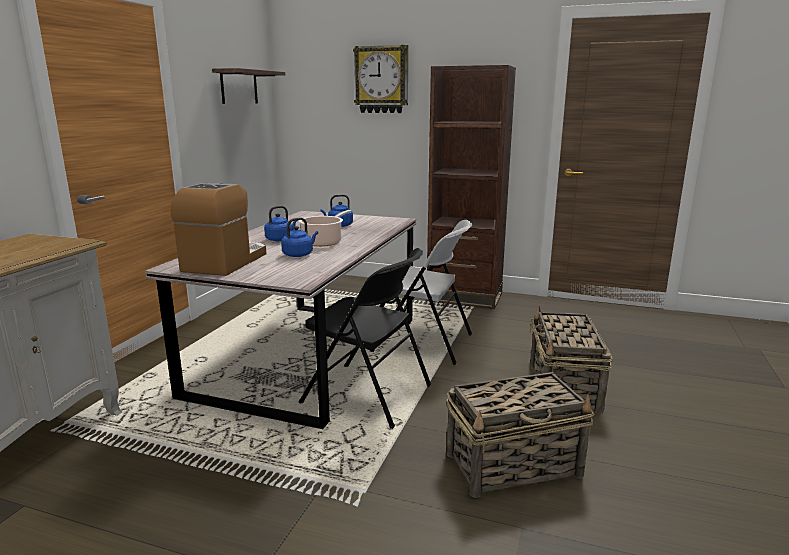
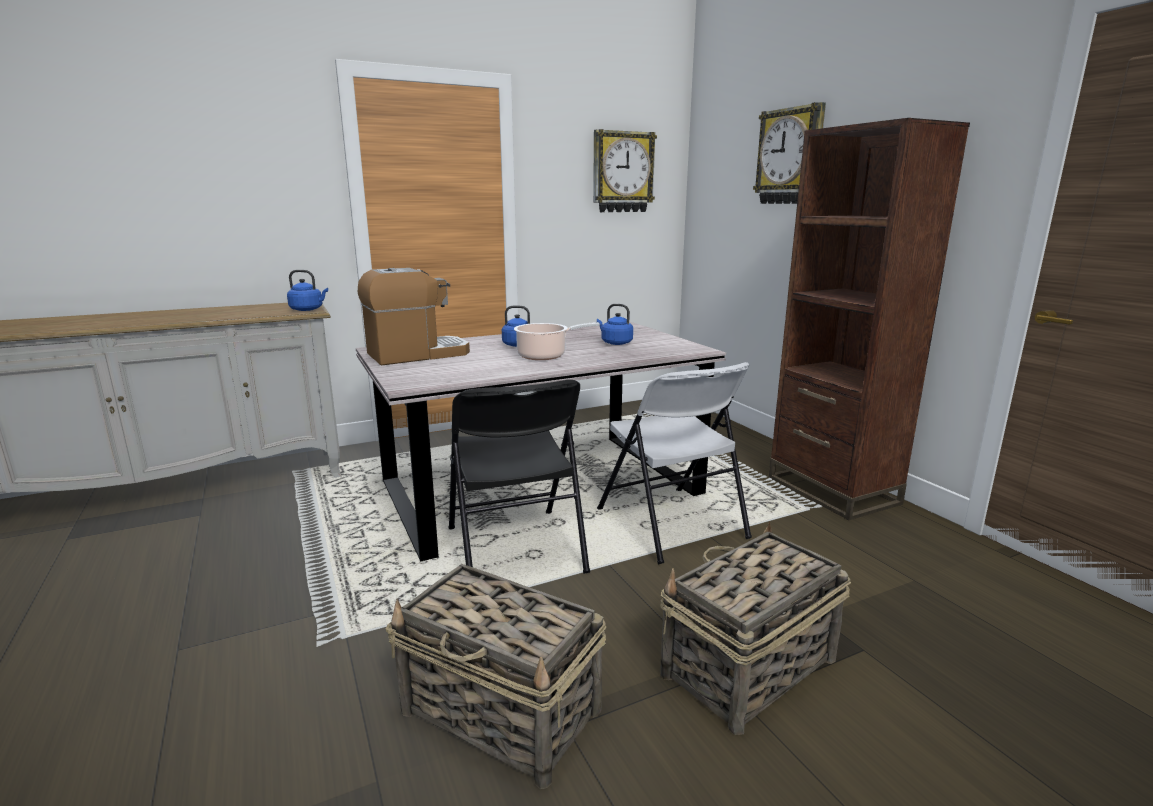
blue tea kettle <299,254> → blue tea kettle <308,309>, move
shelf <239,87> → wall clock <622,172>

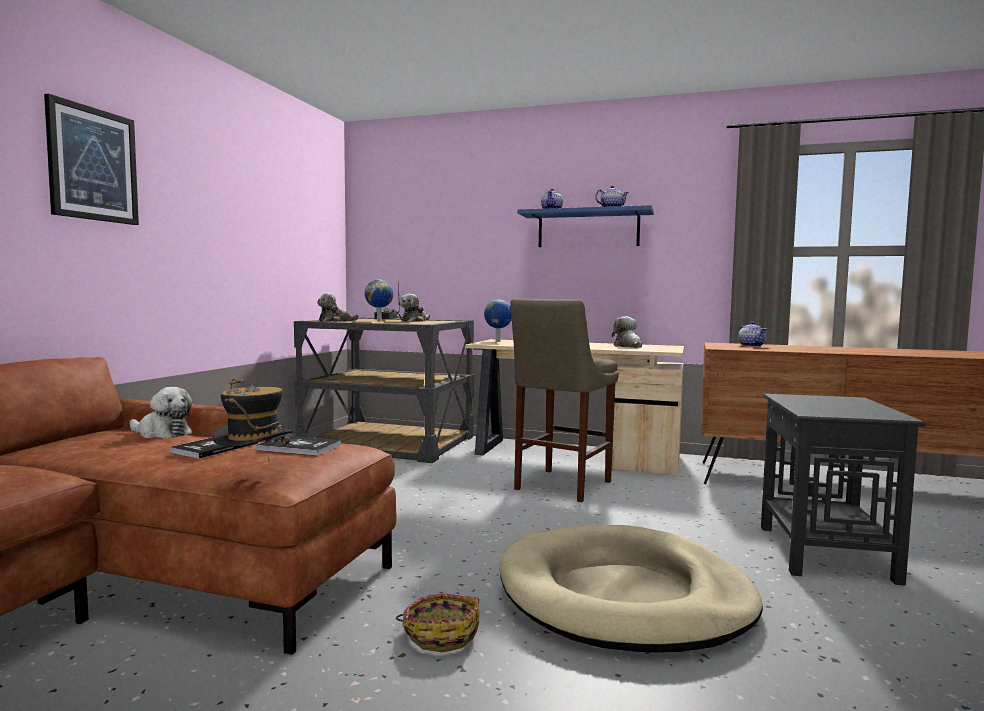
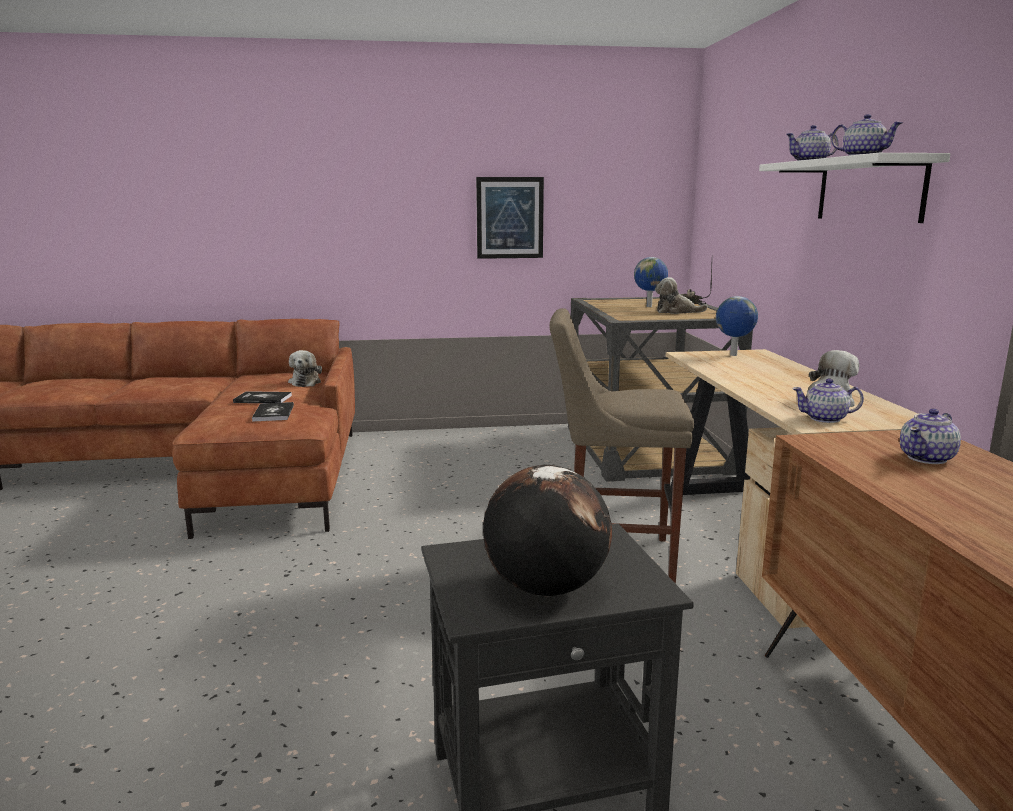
hat <254,474> → -
soft toy <335,321> → -
household basket <441,634> → -
beige dog bed <624,596> → -
- → globe <545,588>
- → tea pot <825,419>
picture <93,164> → picture <509,218>, move
blue shelf <588,229> → white shelf <869,190>

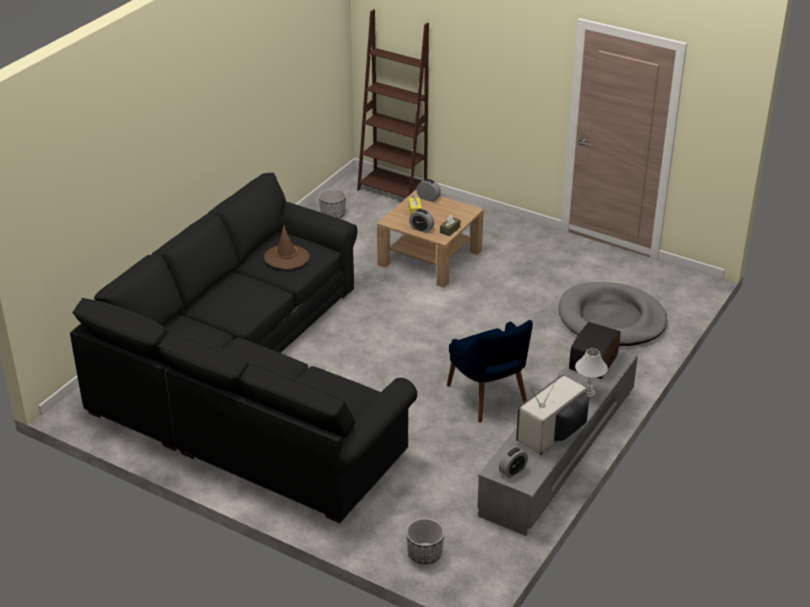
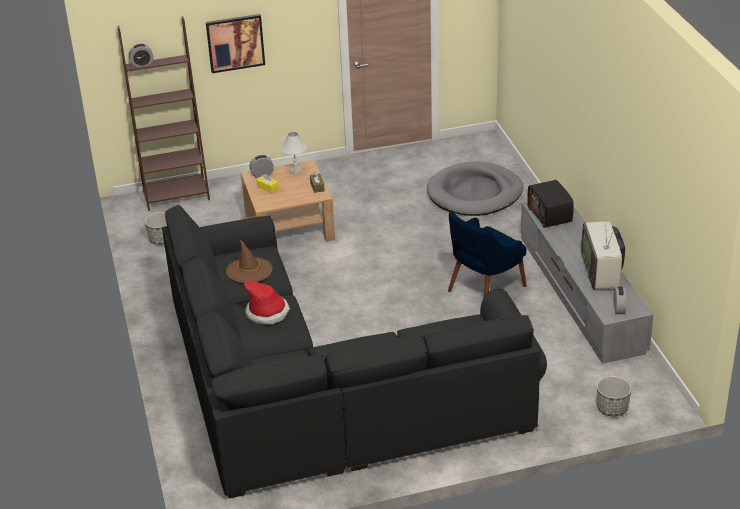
- → picture <235,42>
- → hat <267,312>
table clock <421,229> → table clock <142,64>, move
white lamp for a table <588,394> → white lamp for a table <295,171>, move
blue lounge chair <488,397> → blue lounge chair <485,289>, 120 degrees clockwise

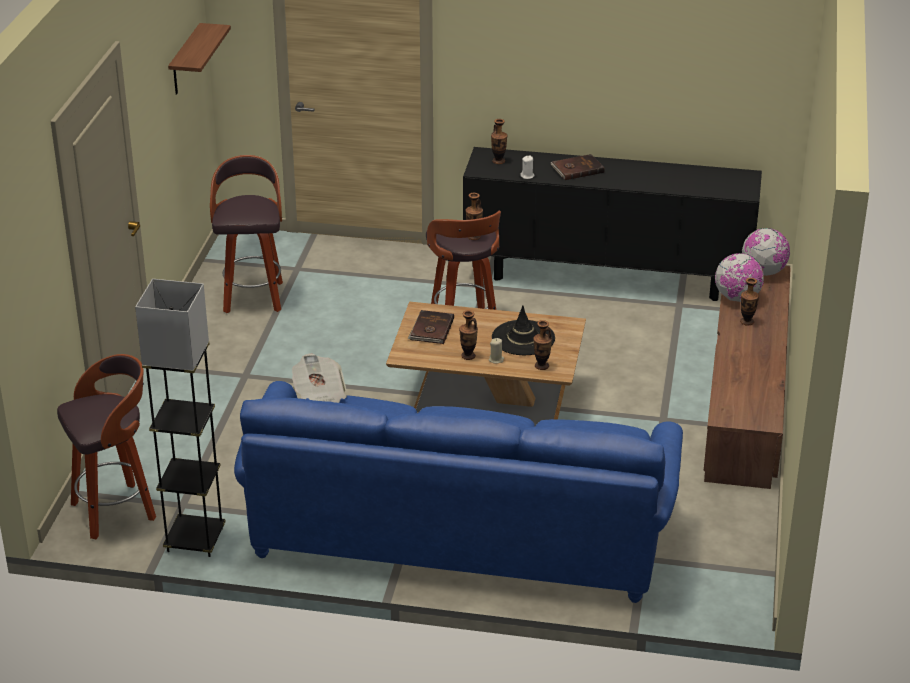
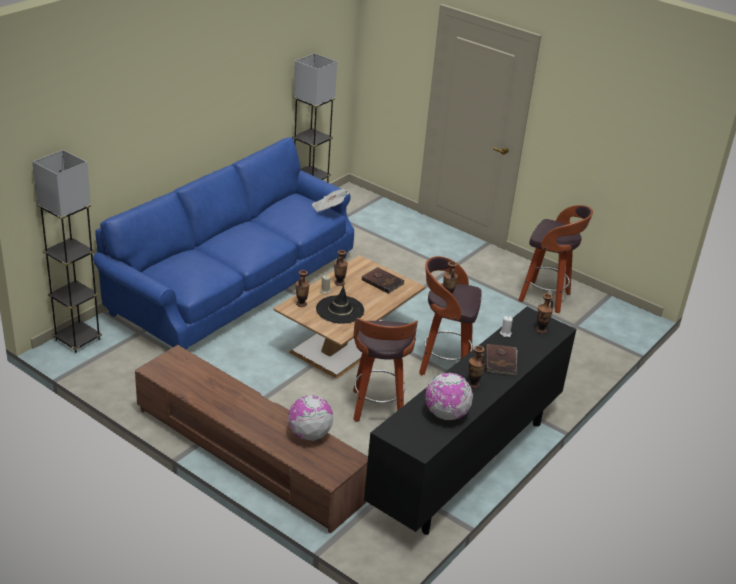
shelf <185,60> → -
- → gray standard lamp <77,339>
stool seat <116,511> → stool seat <378,408>, move
decorative vase <747,322> → decorative vase <473,384>, move
globe <764,272> → globe <446,414>, move

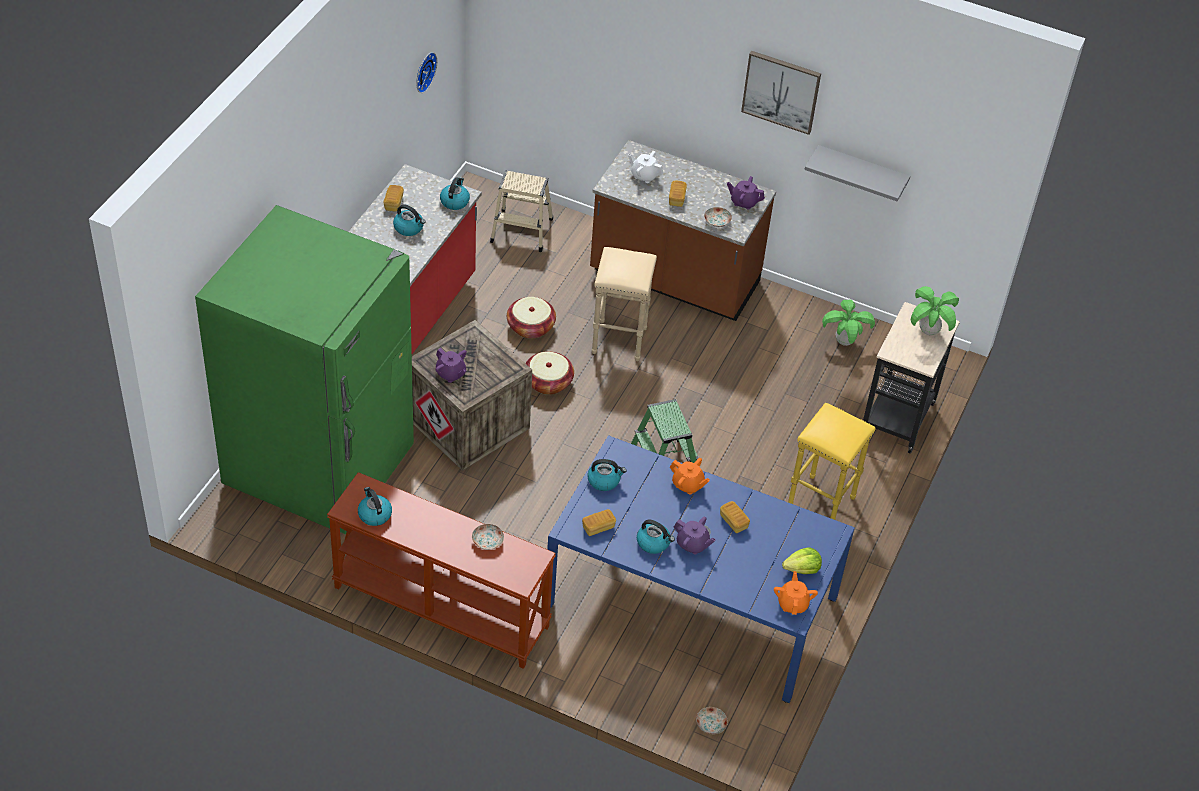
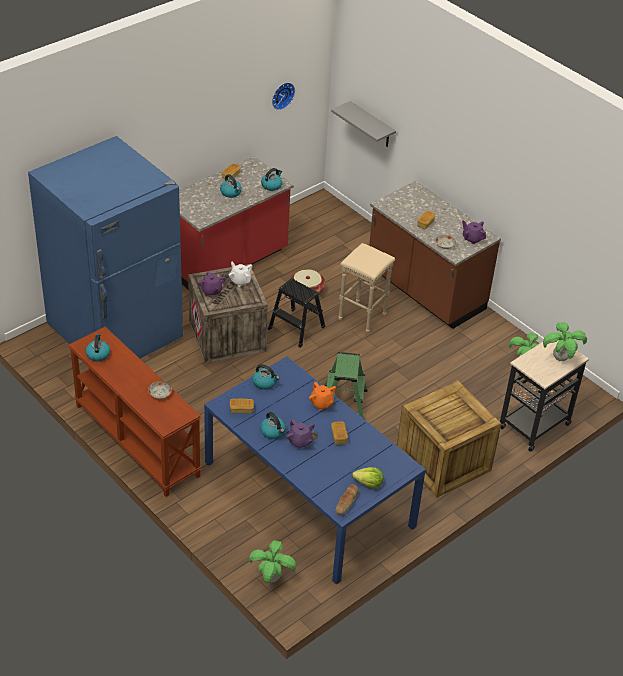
beige step stool <522,229> → -
picture <781,91> → -
white tea pot <644,175> → white tea pot <240,281>, move
gray shelf <861,173> → gray shelf <372,125>, move
household basket <548,382> → black step stool <297,328>
plate <710,724> → potted plant <271,578>
orange-coloured tea pot <793,603> → baked bread <347,503>
yellow stool seat <821,503> → packing crate <443,462>
green-coloured kitchen fridge <320,464> → blue kitchen fridge <116,331>

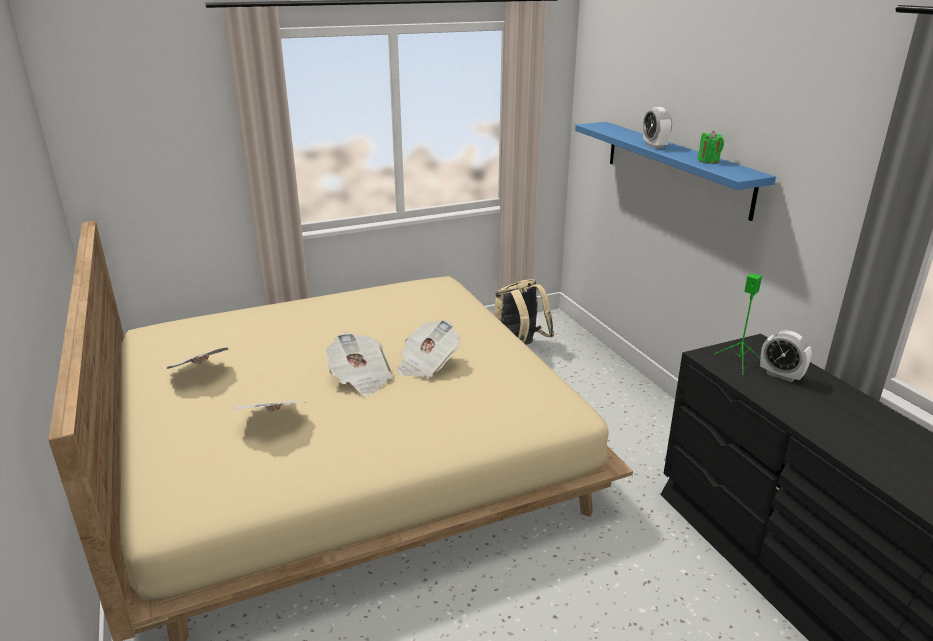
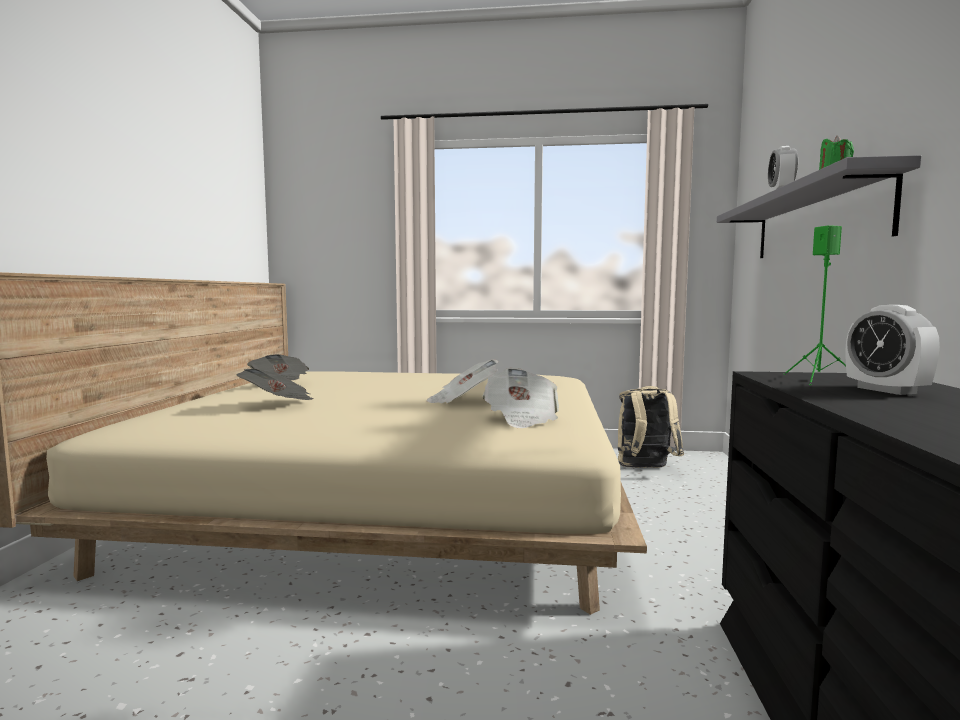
printed paper <360,379> → printed paper <521,419>, move
blue shelf <675,167> → gray shelf <815,221>

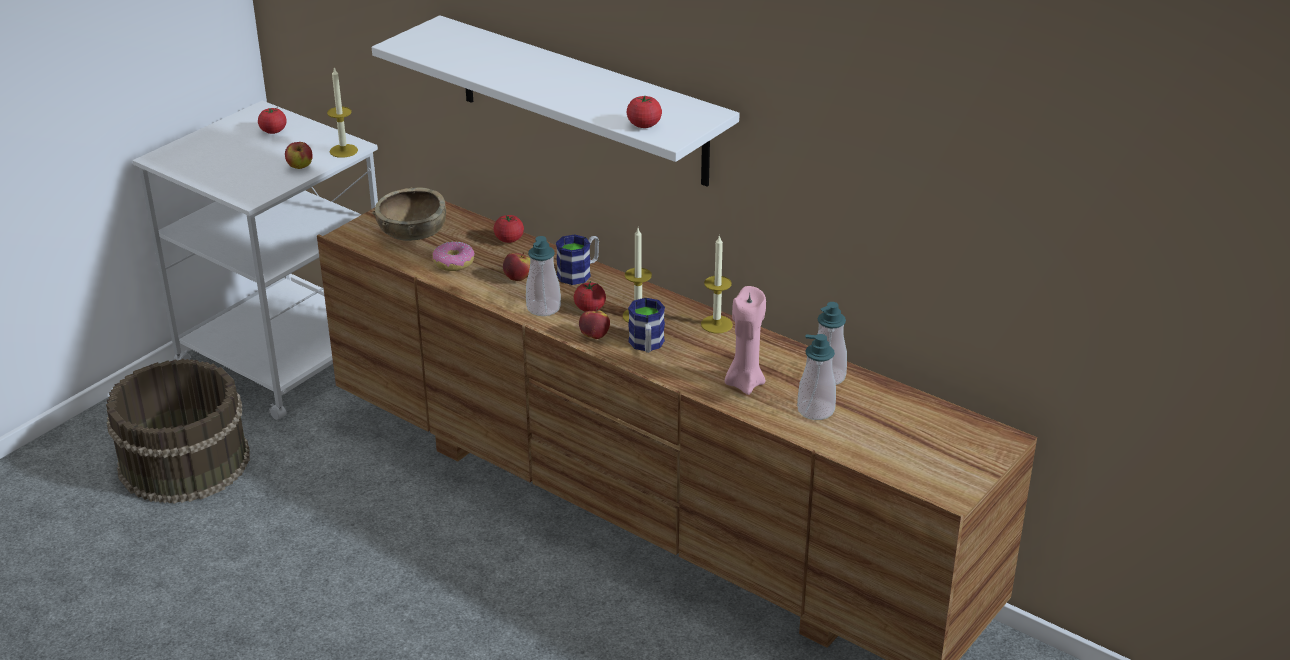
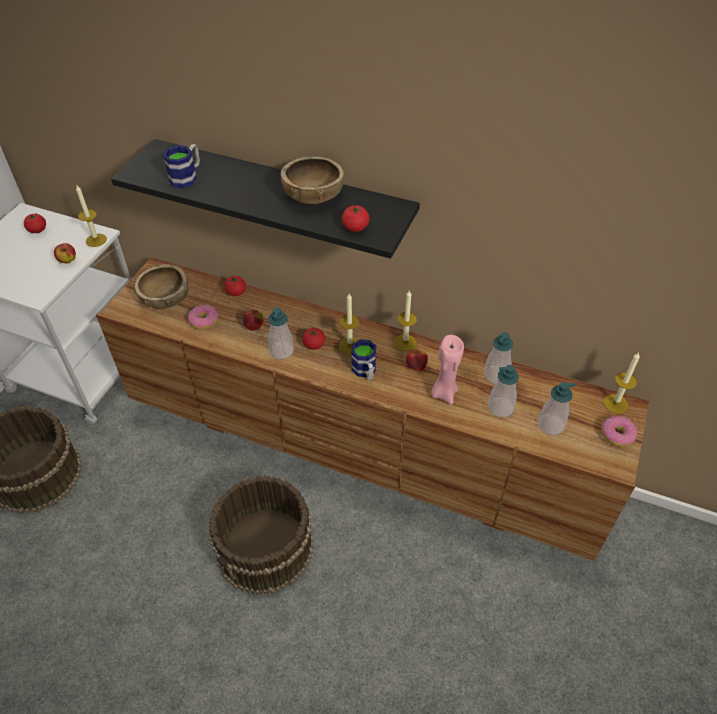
- → brownish bucket <266,549>
- → brownish serving bowl <313,196>
- → liquid soap bottle <550,425>
- → donut <617,435>
- → candle <615,404>
tea mug <579,273> → tea mug <187,177>, move
apple <594,336> → apple <416,366>, move
white shelf <582,101> → black shelf <283,197>

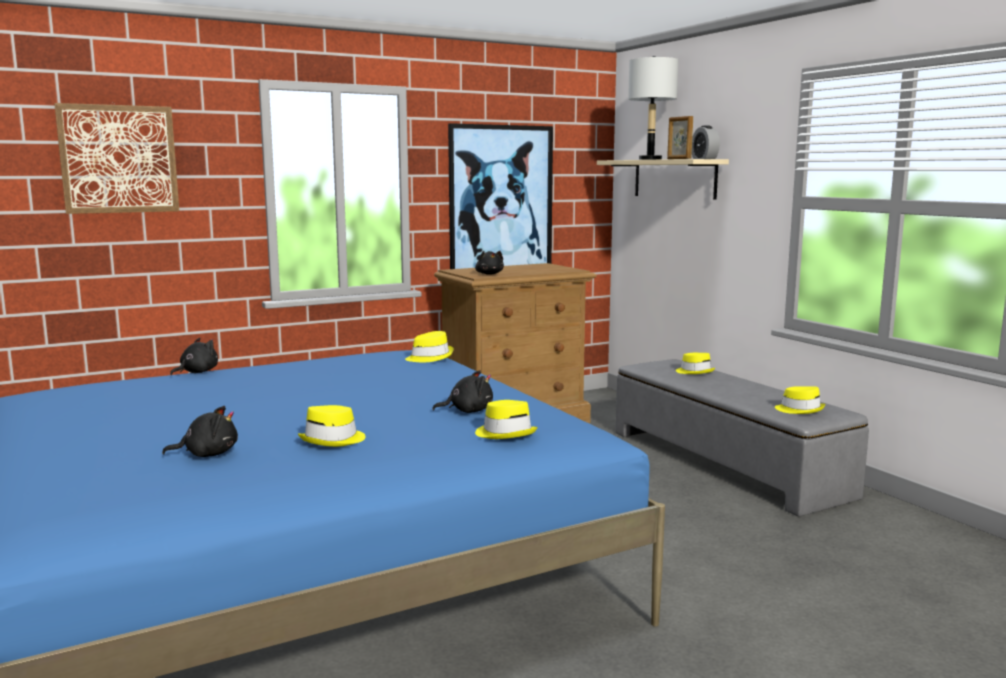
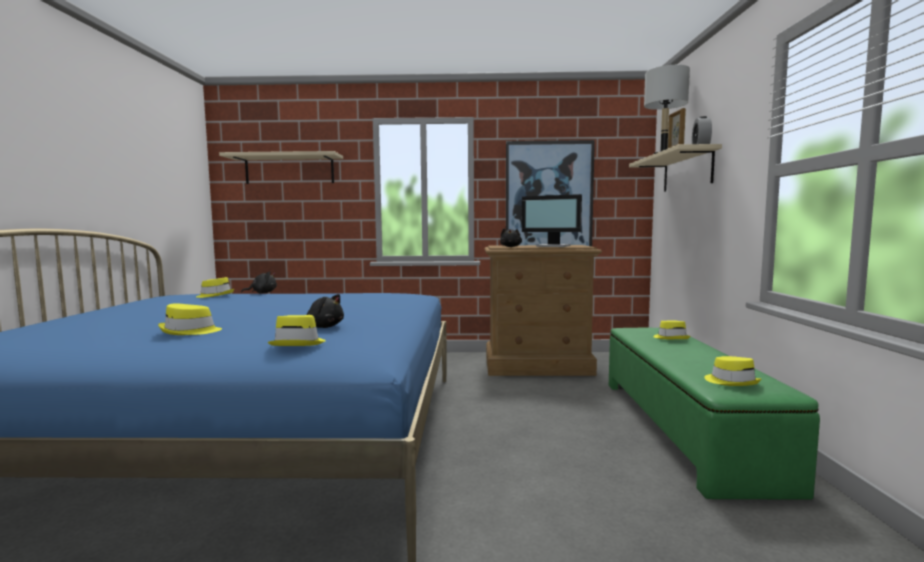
black soft toy <207,454> → -
- → monitor <553,246>
yellow hat <429,357> → yellow hat <215,295>, move
picture <119,158> → beige shelf <289,169>
gray bench <726,463> → green-coloured bench <685,428>

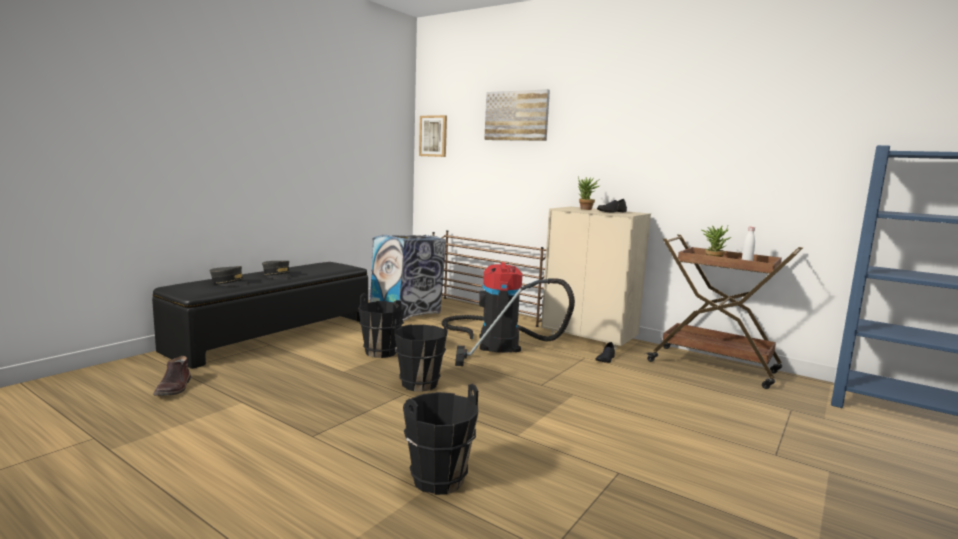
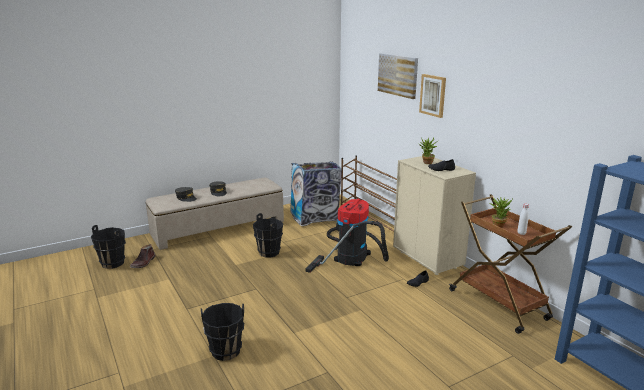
black bucket <419,384> → black bucket <113,263>, move
picture <433,136> → picture <433,95>, move
black bench <274,334> → beige bench <219,227>

